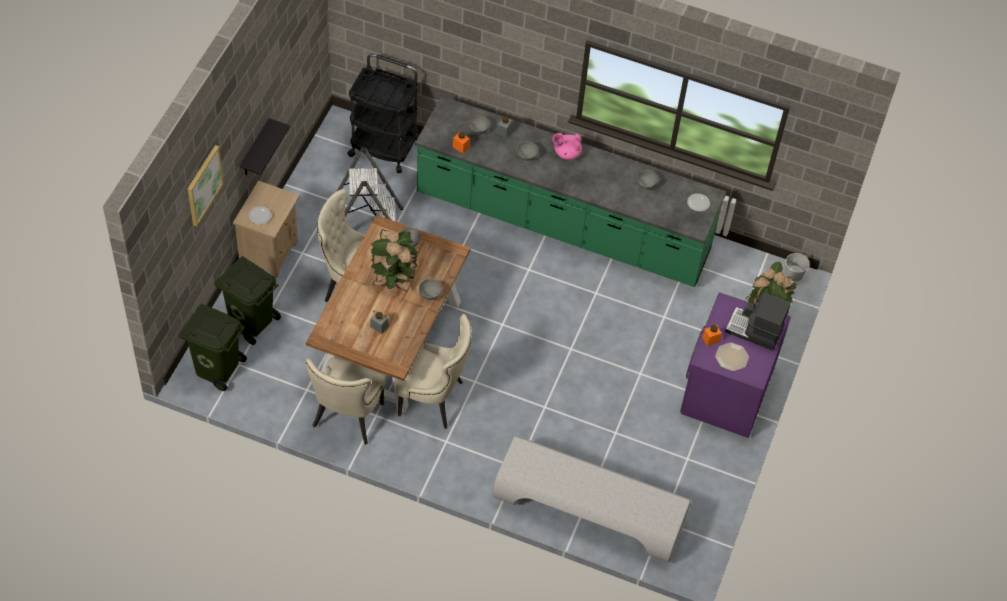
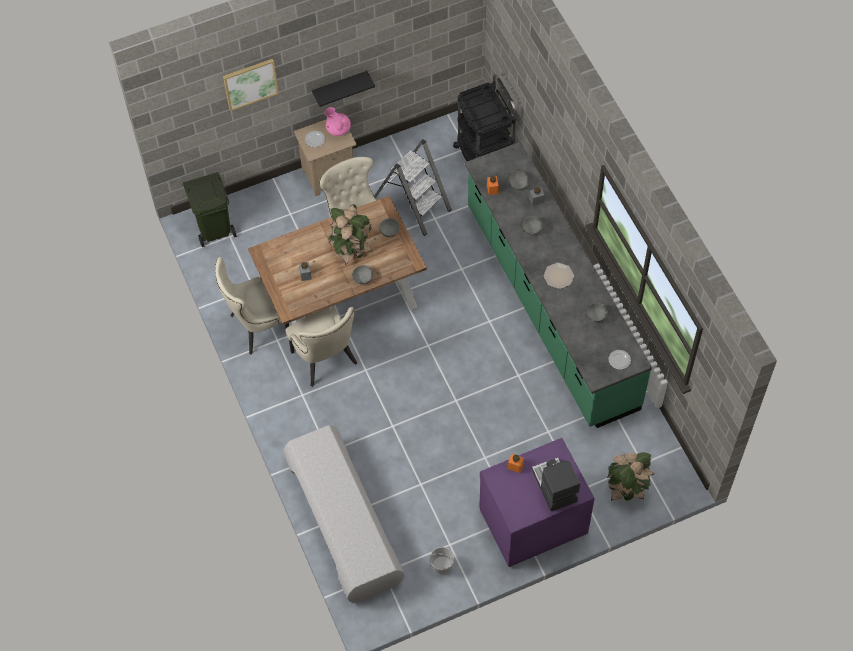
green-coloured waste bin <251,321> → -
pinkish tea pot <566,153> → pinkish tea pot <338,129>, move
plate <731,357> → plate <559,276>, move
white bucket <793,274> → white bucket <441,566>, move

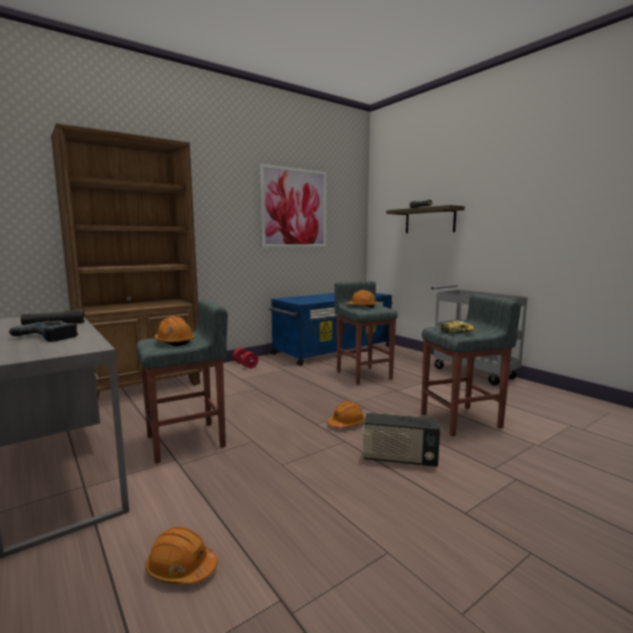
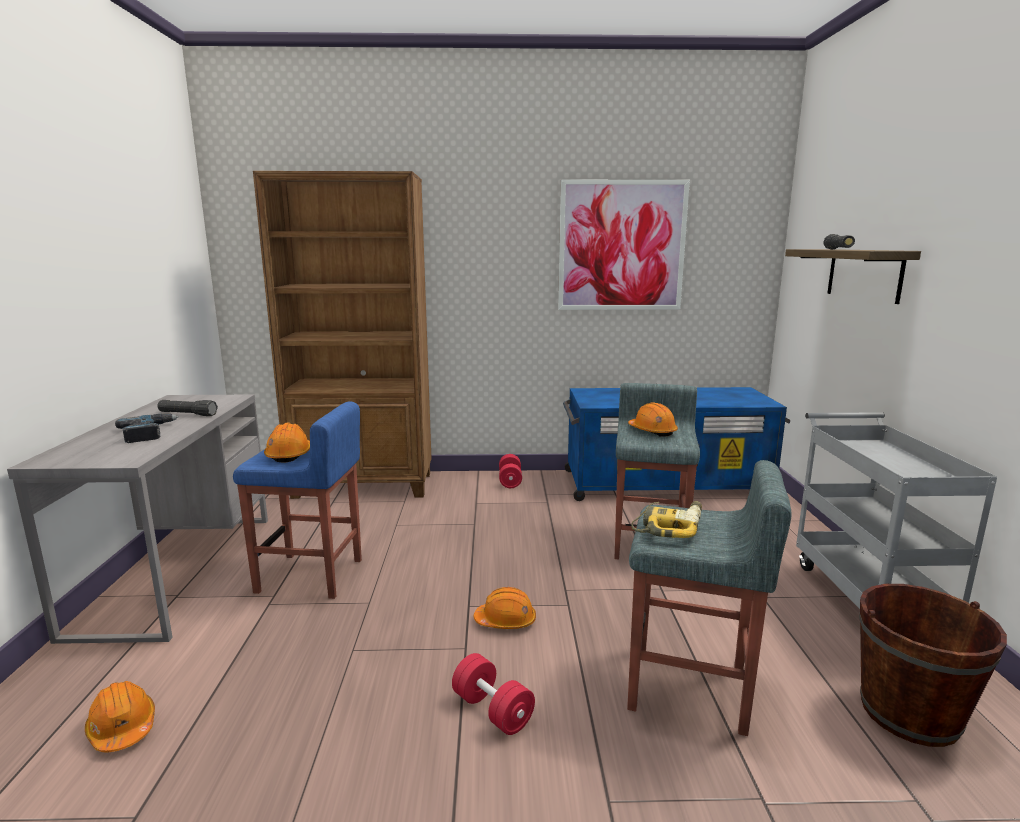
- → brownish bucket <909,713>
radio set <399,459> → red-coloured free weight <492,710>
gray stool seat <187,441> → blue stool seat <311,576>

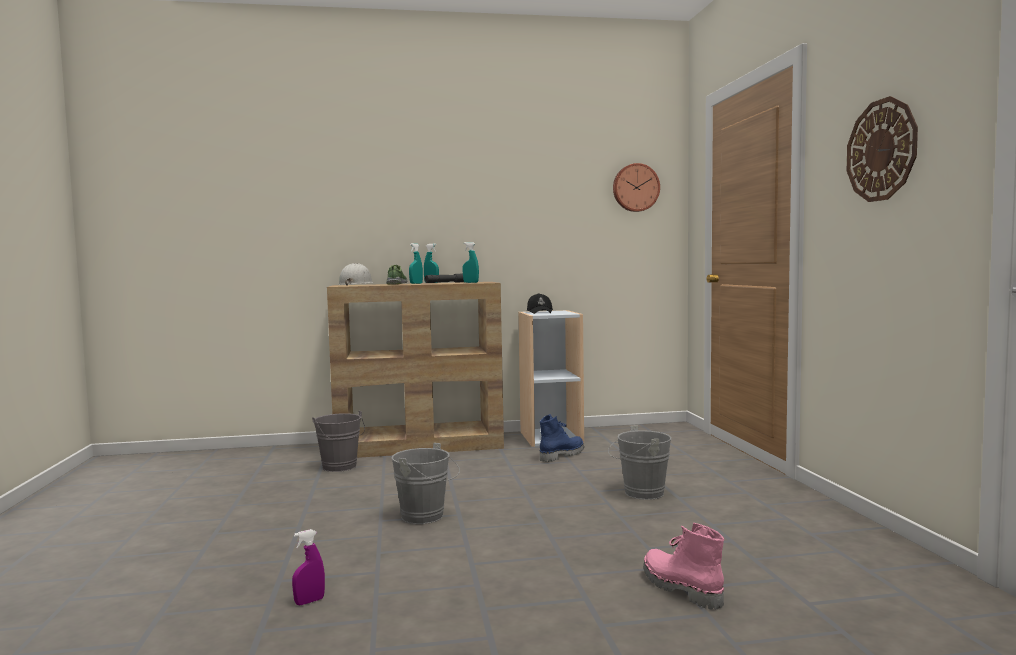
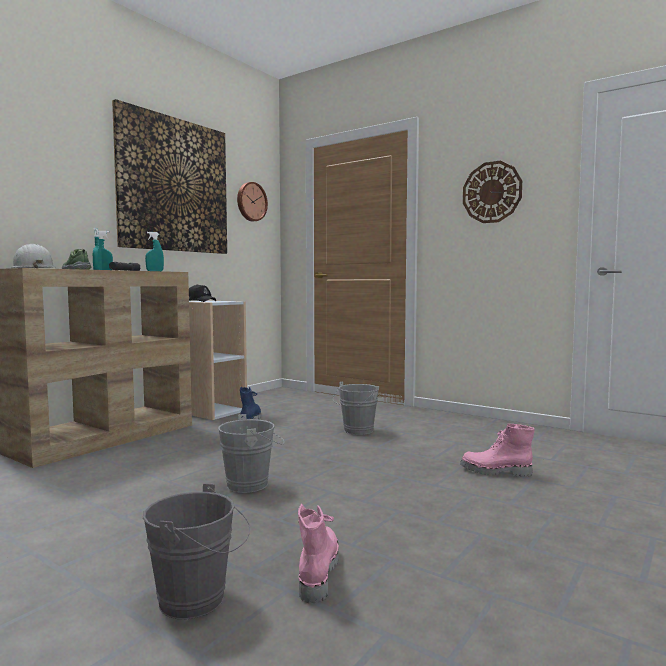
- → picture <174,185>
gray bucket <341,467> → gray bucket <199,600>, move
purple-coloured hand sprayer <309,601> → pinkish tall boot <316,572>

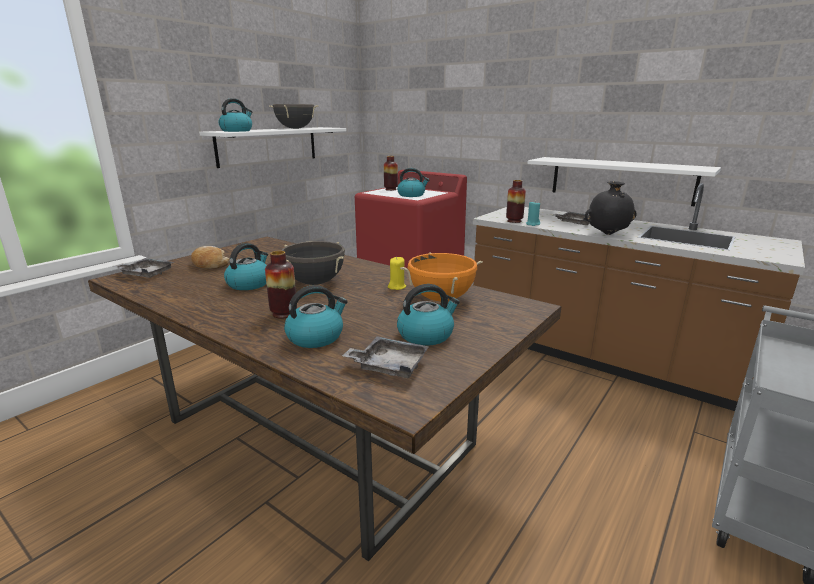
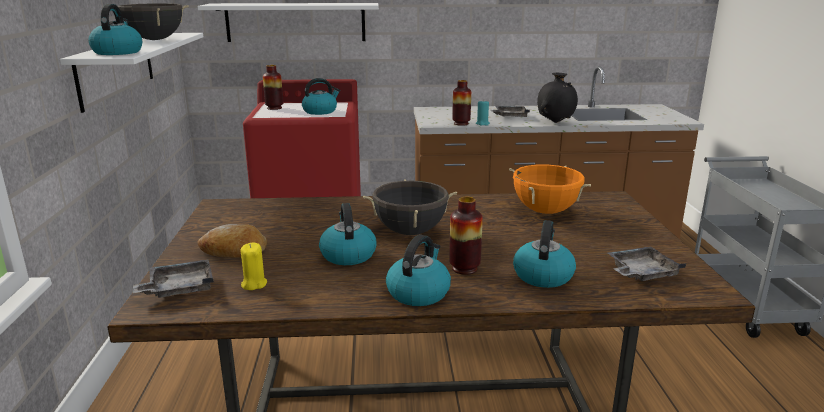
yellow candle <397,287> → yellow candle <254,284>, move
tea kettle <426,335> → tea kettle <418,292>, move
white shelf <621,180> → white shelf <295,22>, move

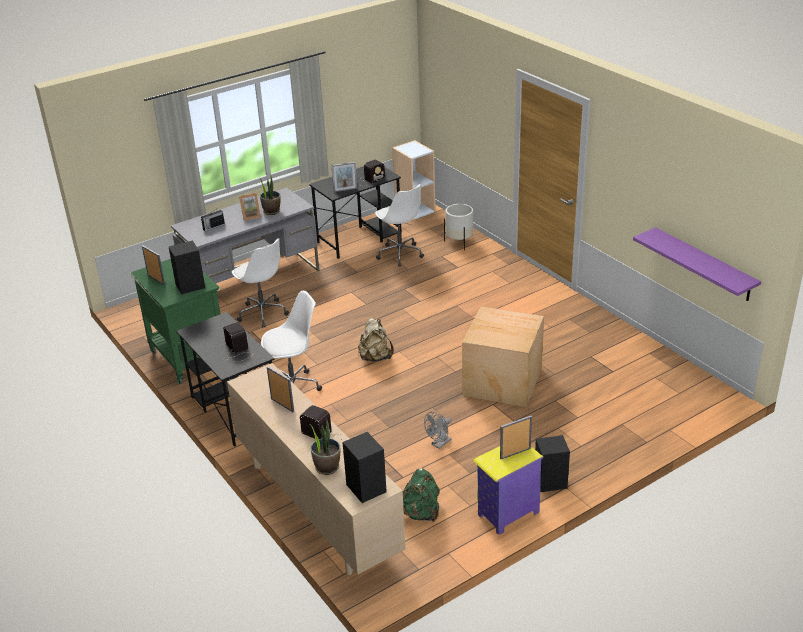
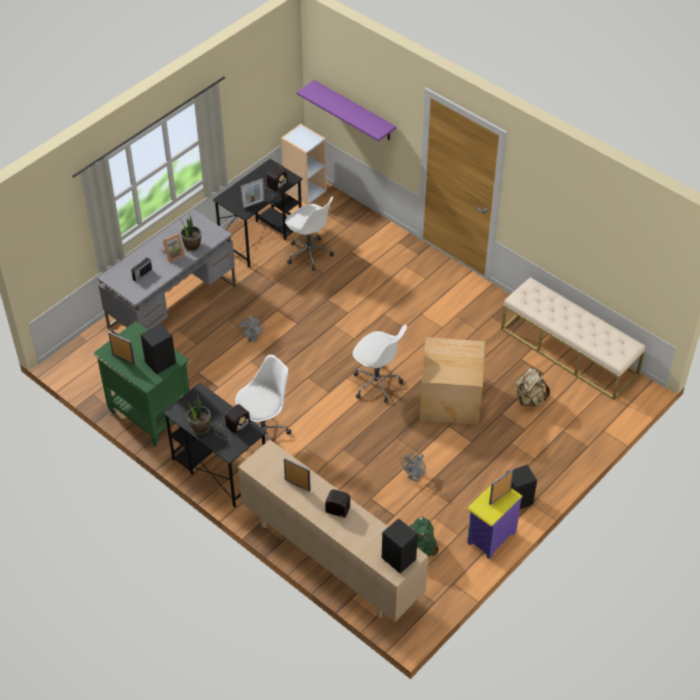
white plant pot <459,242> → -
- → gray cooling fan <252,338>
- → beige bench <569,351>
white computer chair <264,314> → white computer chair <378,385>, move
potted plant <327,467> → potted plant <200,427>, move
beige knapsack <375,357> → beige knapsack <530,399>, move
purple-coloured shelf <704,264> → purple-coloured shelf <354,111>, move
radio set <238,351> → radio set <231,428>, 90 degrees clockwise

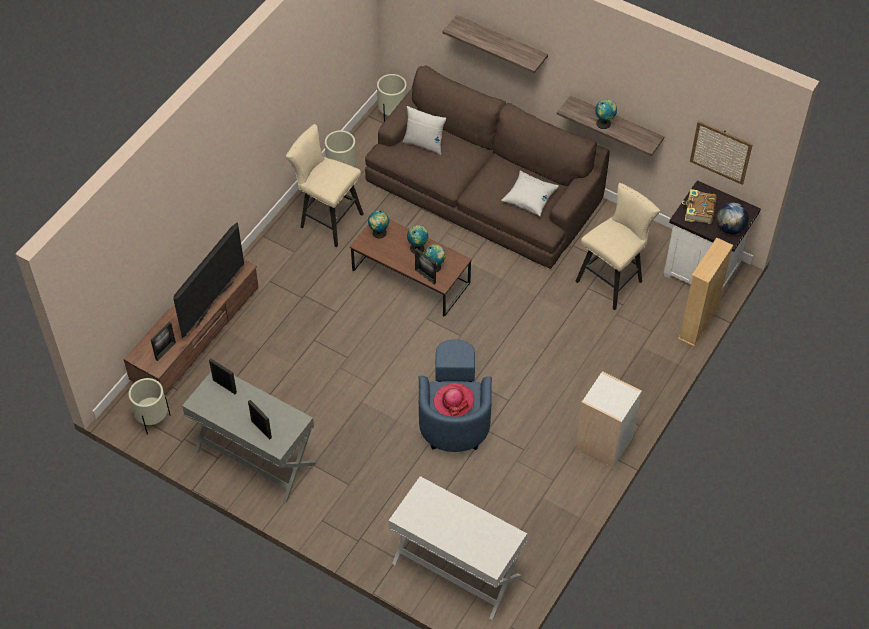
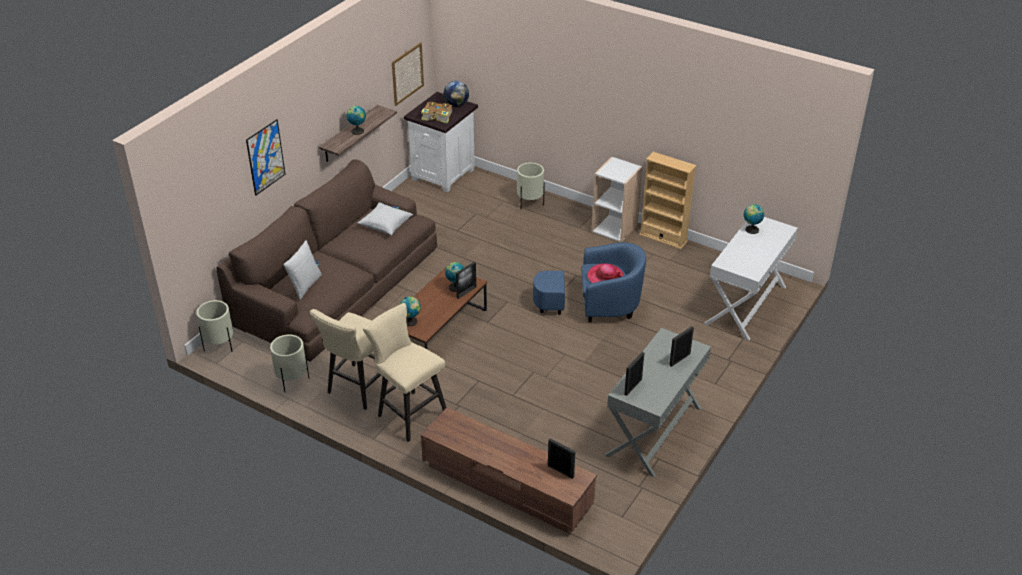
TV <213,304> → -
beige plant pot <152,419> → beige plant pot <530,203>, move
globe <417,247> → globe <751,229>, move
beige stool seat <612,280> → beige stool seat <408,413>, move
beige shelving unit <698,324> → beige shelving unit <663,238>, move
shelf <501,43> → picture <265,157>

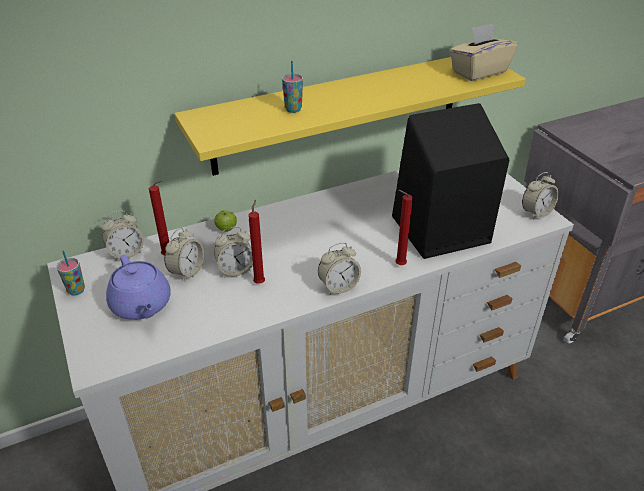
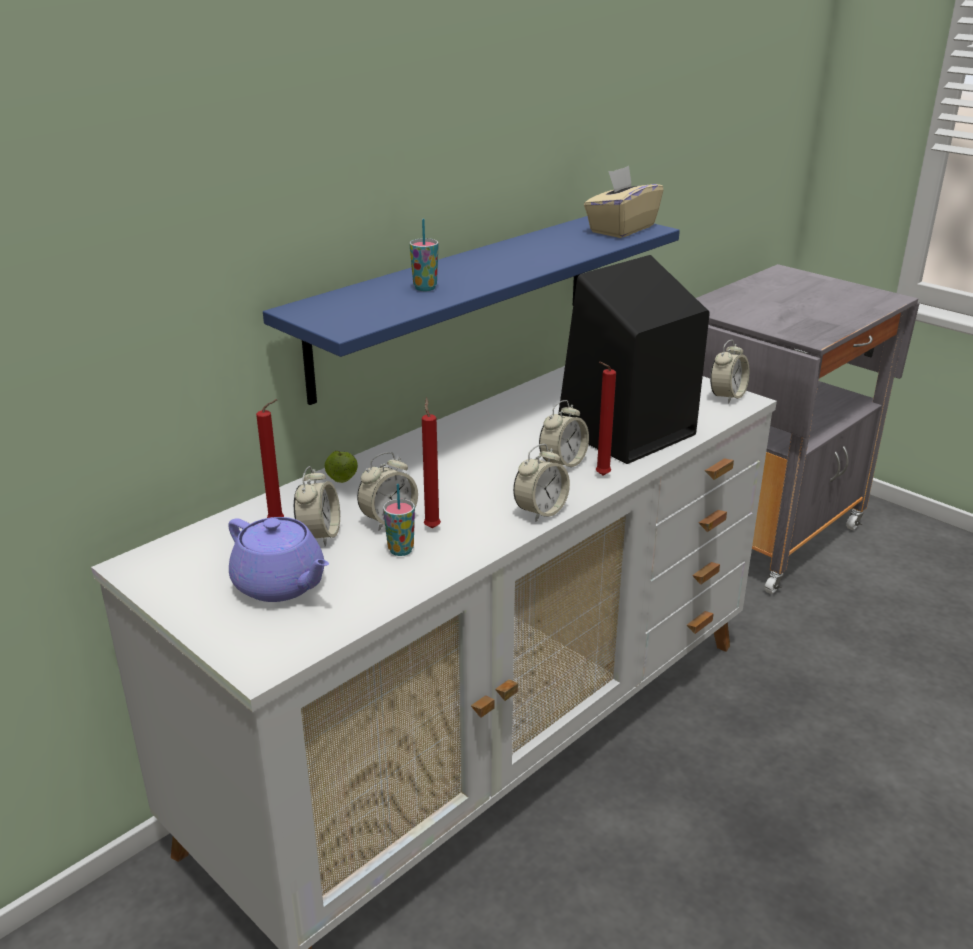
cup <76,290> → cup <401,550>, move
table clock <126,253> → table clock <563,463>, move
yellow shelf <339,112> → blue shelf <456,302>

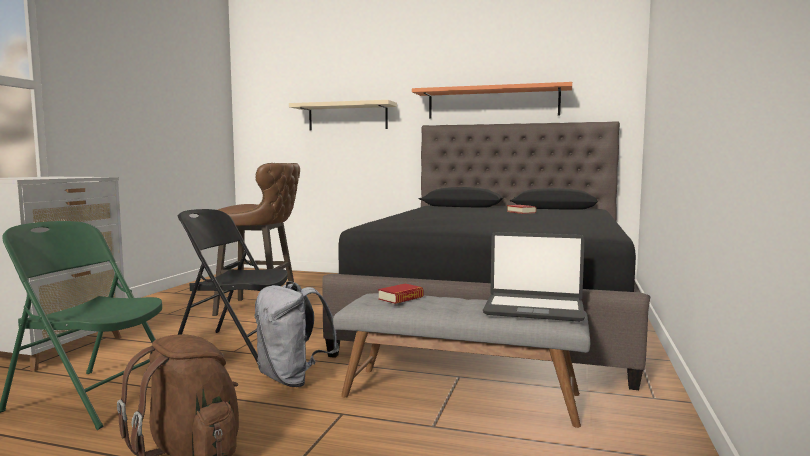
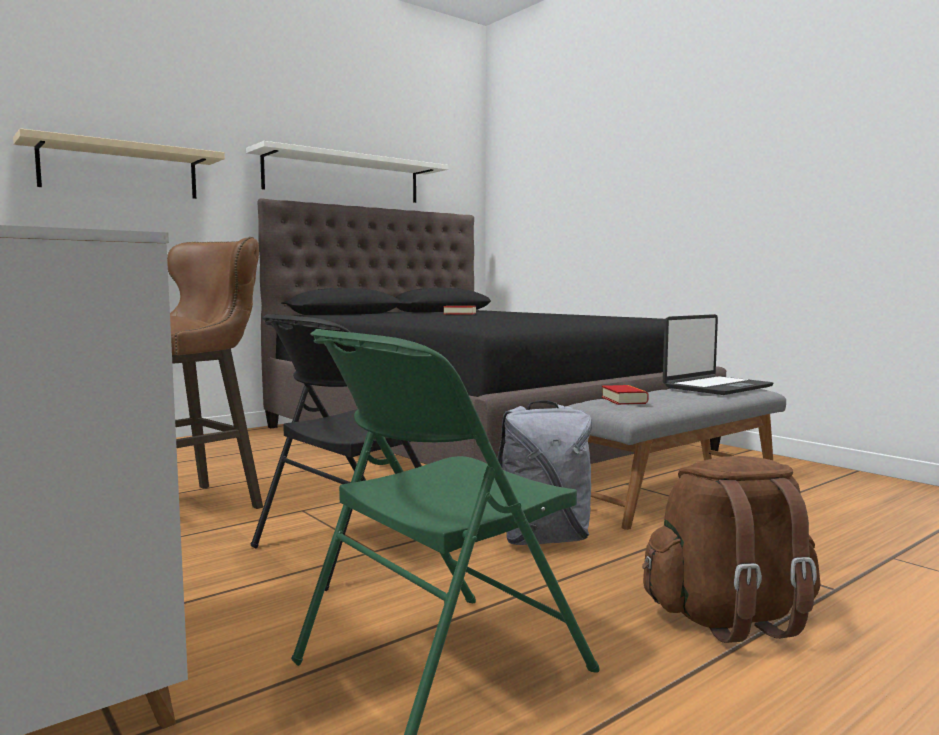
orange-coloured shelf <492,103> → white shelf <343,178>

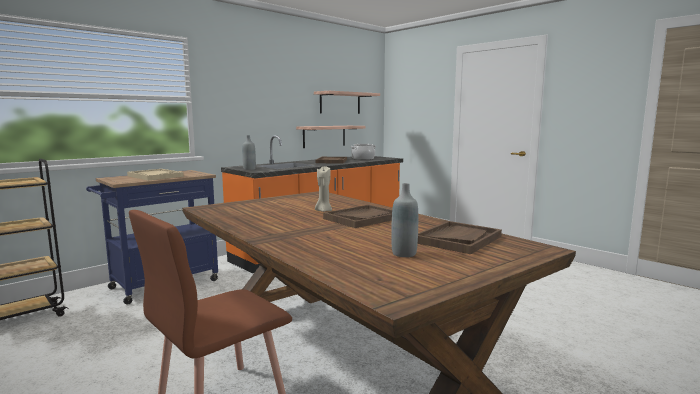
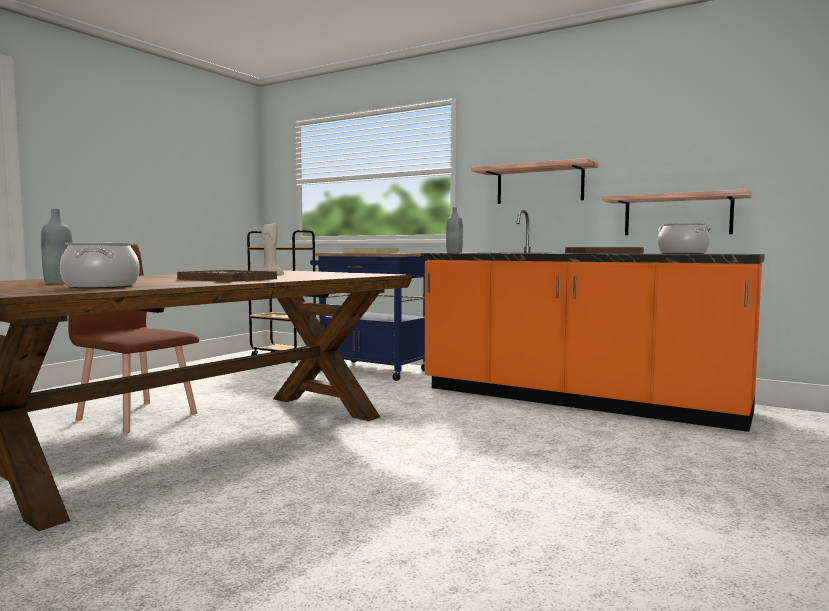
shelf <340,103> → shelf <539,184>, move
brownish carrying tray <458,239> → cooking pot <102,286>

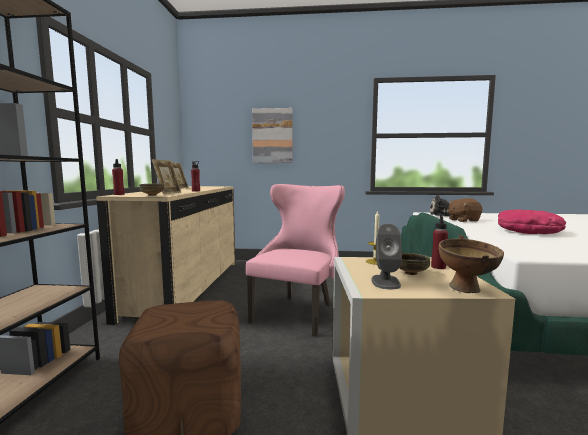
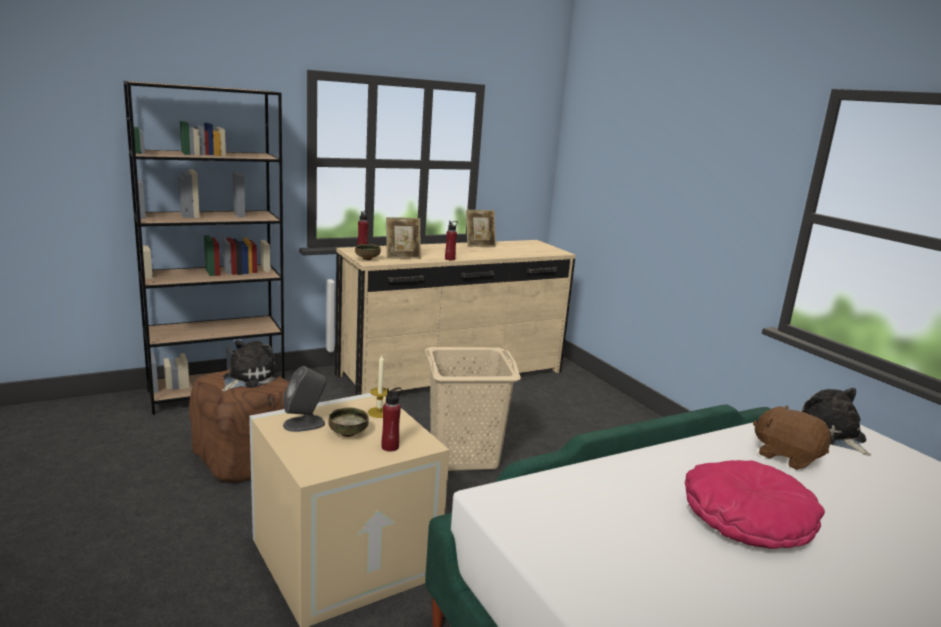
picture <272,136> → -
brownish serving bowl <467,291> → -
- → soft toy <247,378>
pinkish plain chair <297,312> → beige hamper <464,456>

